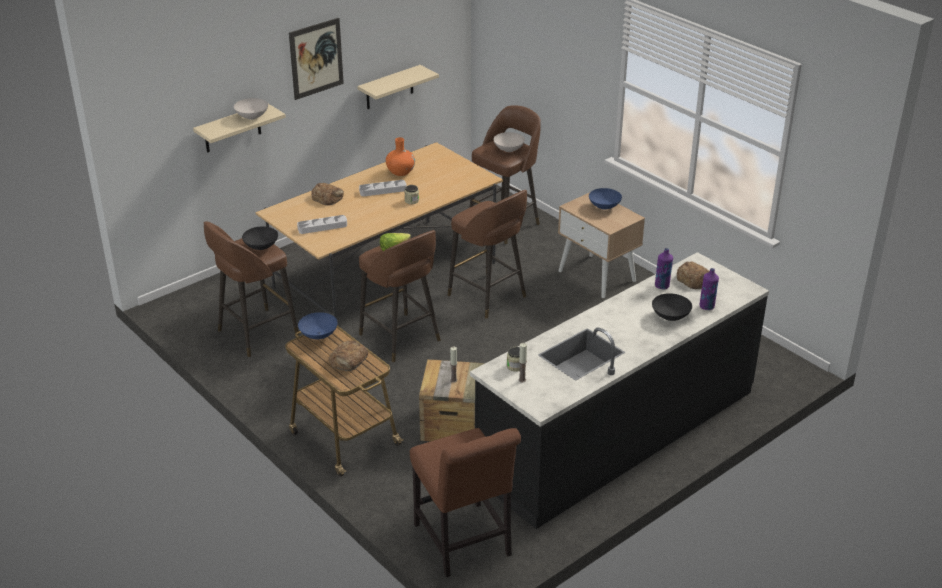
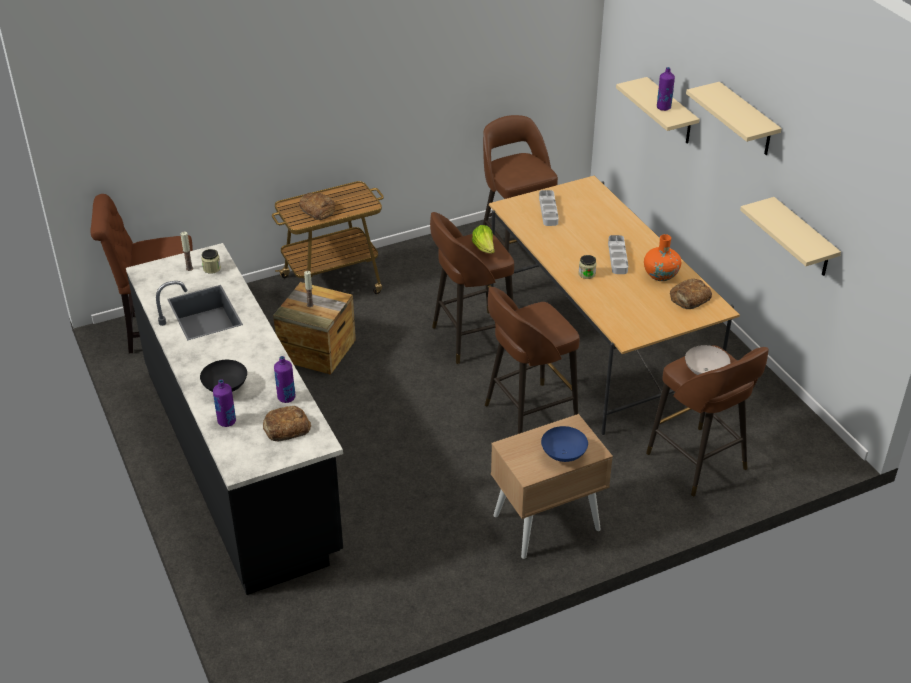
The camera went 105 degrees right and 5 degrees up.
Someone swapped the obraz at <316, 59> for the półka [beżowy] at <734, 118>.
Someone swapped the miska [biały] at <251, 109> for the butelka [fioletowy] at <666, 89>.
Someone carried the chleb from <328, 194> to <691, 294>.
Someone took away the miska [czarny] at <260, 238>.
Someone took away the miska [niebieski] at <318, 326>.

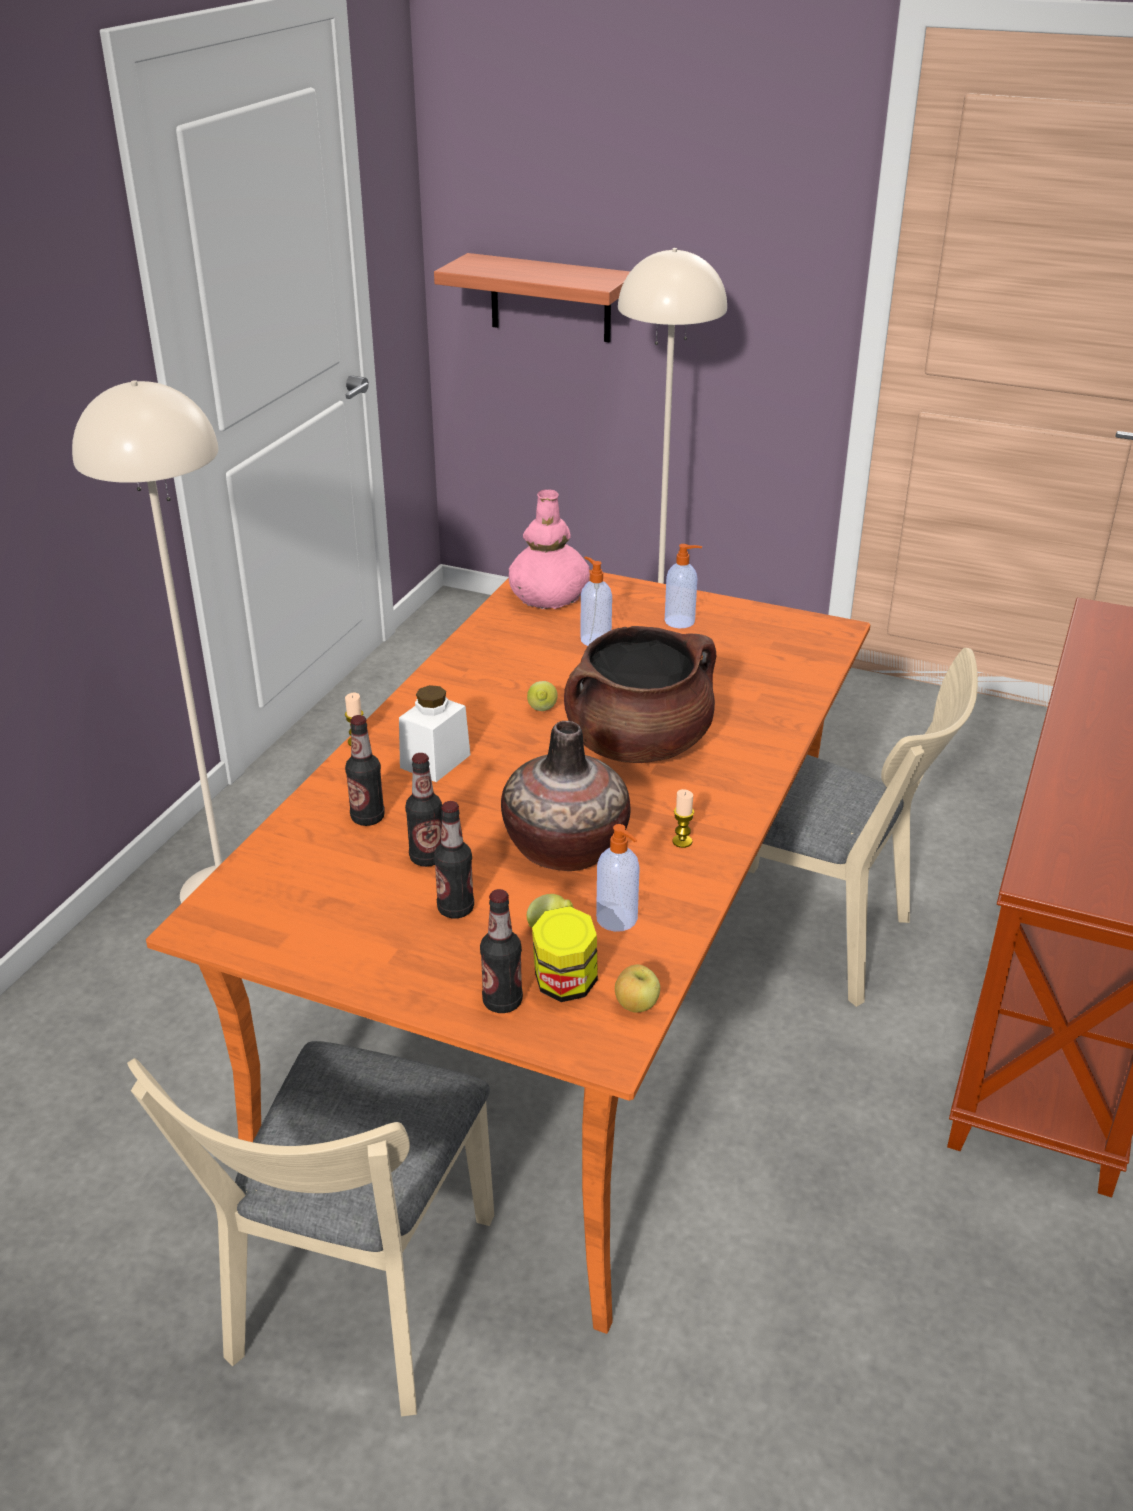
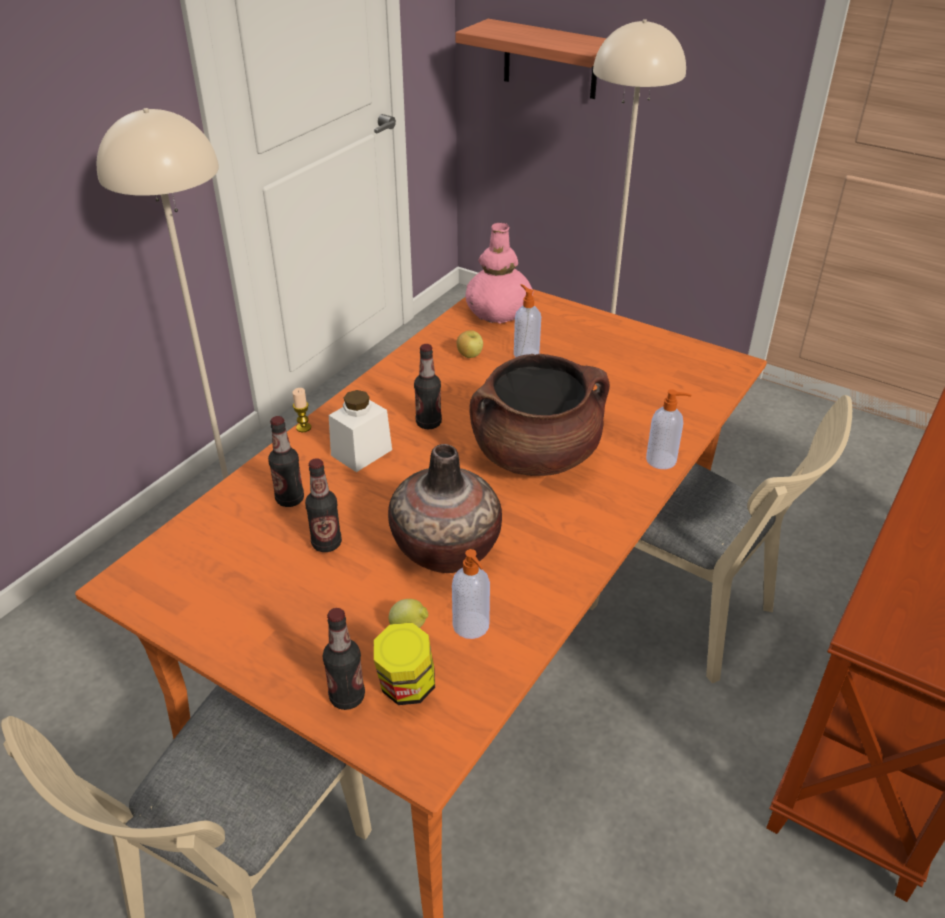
The camera went 10 degrees right and 5 degrees up.
Someone carried the dozownik mydła from <683, 586> to <668, 429>.
Someone took away the cytryna at <542, 696>.
Someone took away the świeca at <683, 818>.
Someone carried the butelka from <454, 860> to <428, 387>.
Someone carried the jabłko from <637, 988> to <470, 344>.

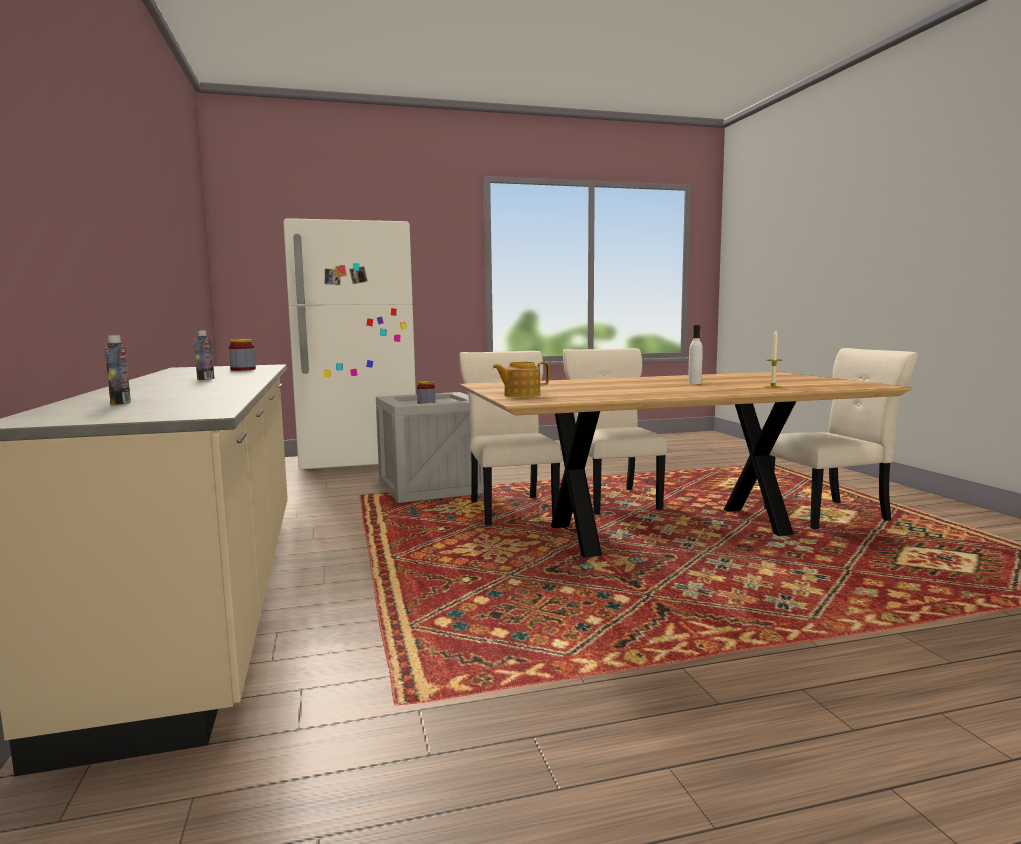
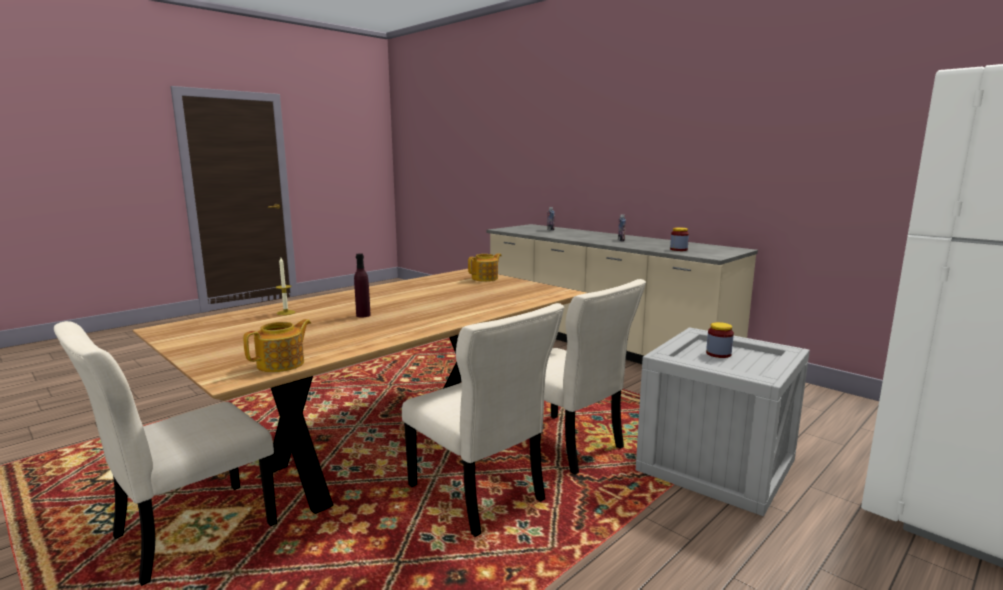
The camera went 150 degrees right and 5 degrees up.
Someone repainted the butelka [biały] at <695, 354>, which became the butelka [fioletowy] at <362, 285>.
Someone put down the imbryk at <277, 345>.

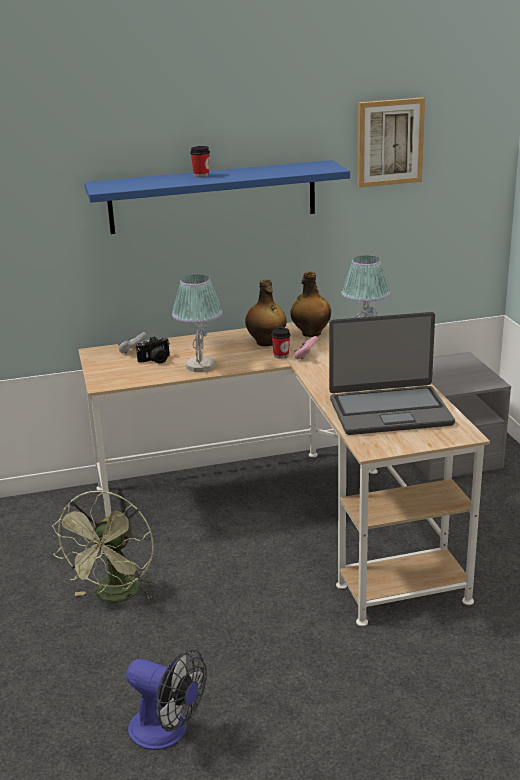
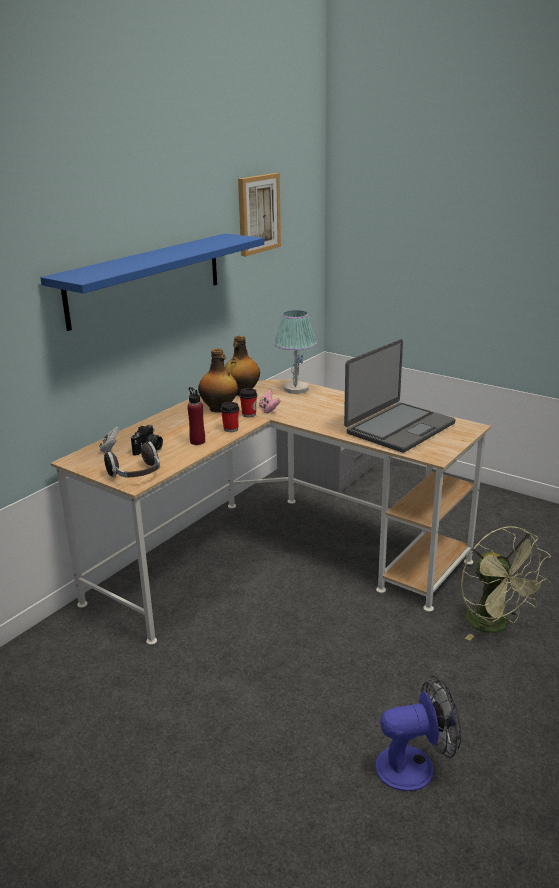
The camera went 40 degrees left and 0 degrees up.
Someone carried the filiżanka from <200, 161> to <230, 417>.
Someone swapped the lampa stołowa at <197, 323> for the butelka [czerwony] at <196, 416>.
Someone carried the wentylator [zielony] from <104, 546> to <506, 583>.
Someone put down the słuchawki at <132, 460>.

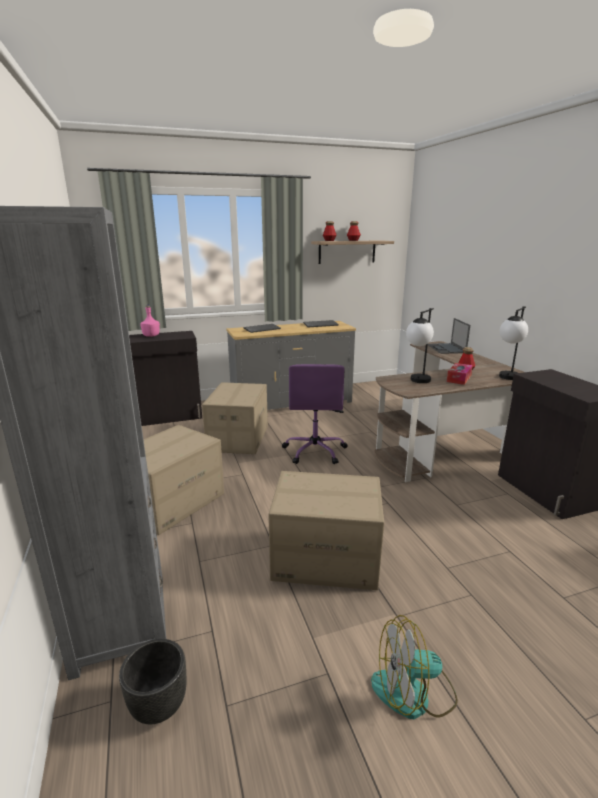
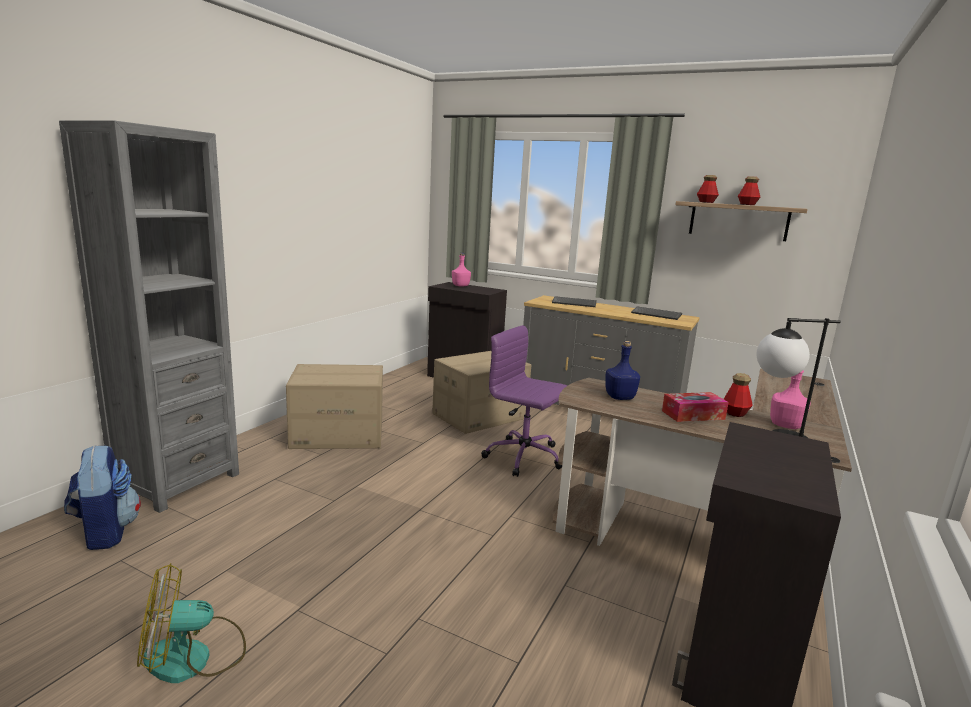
The camera went 45 degrees right and 5 degrees down.
Someone swapped the lampa stołowa at <420, 345> for the butelka [niebieski] at <622, 370>.
Someone took away the laptop at <449, 336>.
Someone rotated the krzesło biurowe [fioletowy] at <315, 414> by 75 degrees clockwise.
Someone took away the karton at <326, 530>.
Someone rotated the wentylator at <414, 667> by 60 degrees counterclockwise.
Someone swapped the donica [czarny] at <152, 682> for the plecak at <102, 497>.
Someone put down the butelka [różowy] at <790, 399>.

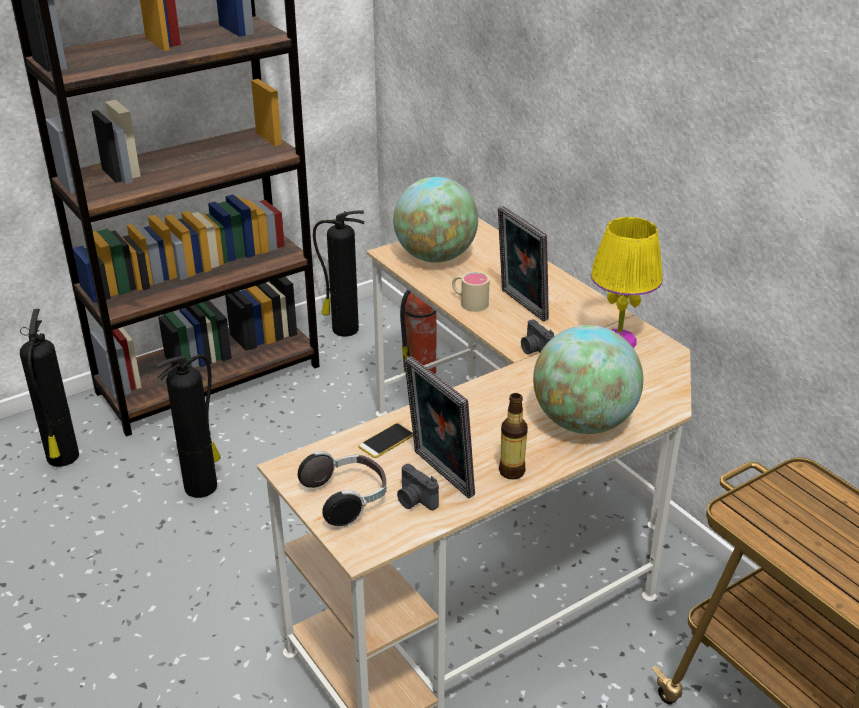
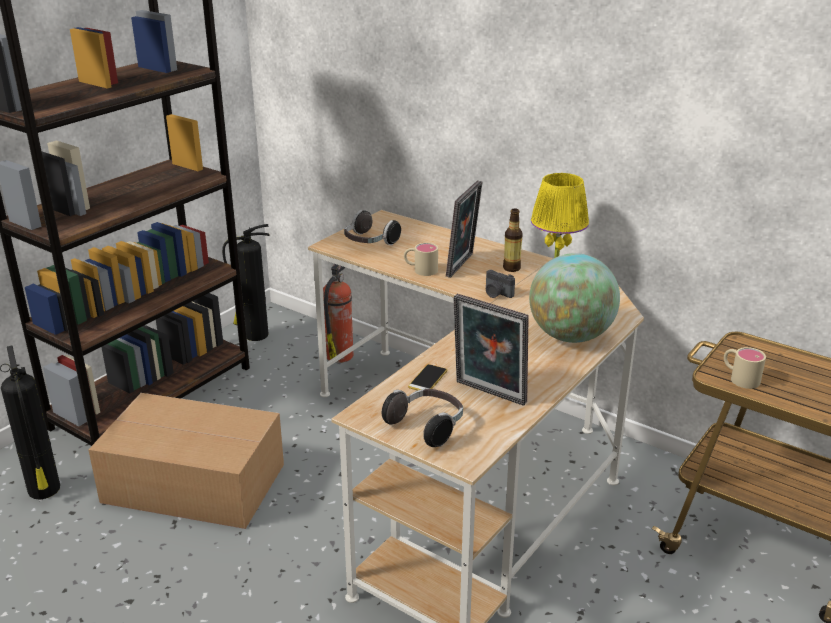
The camera went 20 degrees left and 5 degrees down.
Someone swapped the globus at <435, 220> for the słuchawki at <372, 227>.
Someone rotated the ramka na zdjęcie at <523, 263> by 105 degrees counterclockwise.
Someone swapped the gaśnica at <188, 426> for the karton at <186, 461>.
Someone carried the butelka from <513, 436> to <513, 240>.
Someone took away the aparat fotograficzny at <418, 487>.
Someone put down the kubek [beżowy] at <745, 368>.

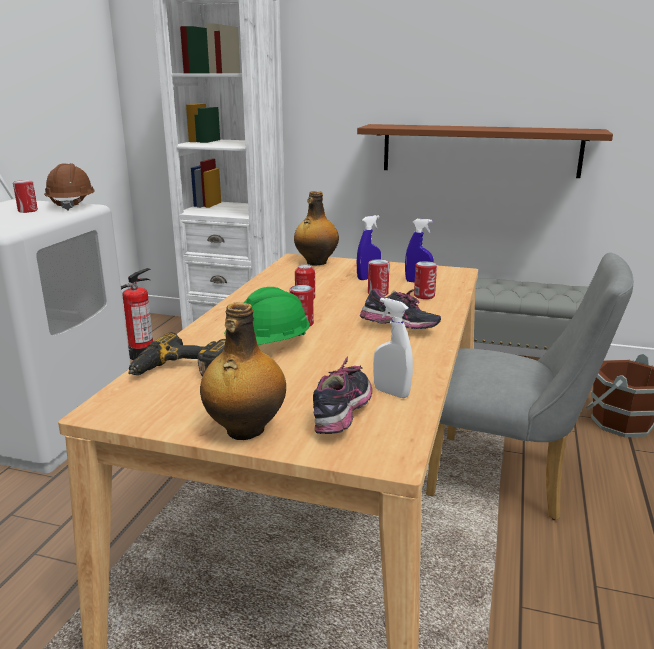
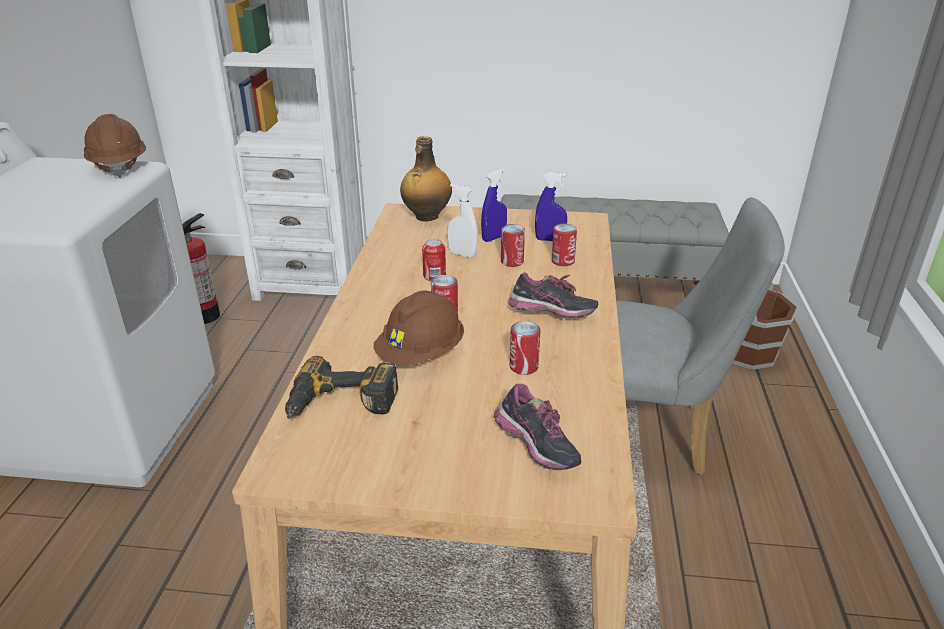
The camera went 10 degrees left and 10 degrees up.
Someone took away the półka [brązowy] at <485, 151>.
Someone carried the puszka from <25, 196> to <525, 348>.
Someone repainted the kask [zielony] at <267, 316>, which became the kask [brązowy] at <419, 328>.
Someone carried the spryskiwacz [biały] from <393, 348> to <462, 220>.
Someone took away the butelka at <243, 371>.
Someone rotated the but at <342, 395> by 135 degrees clockwise.

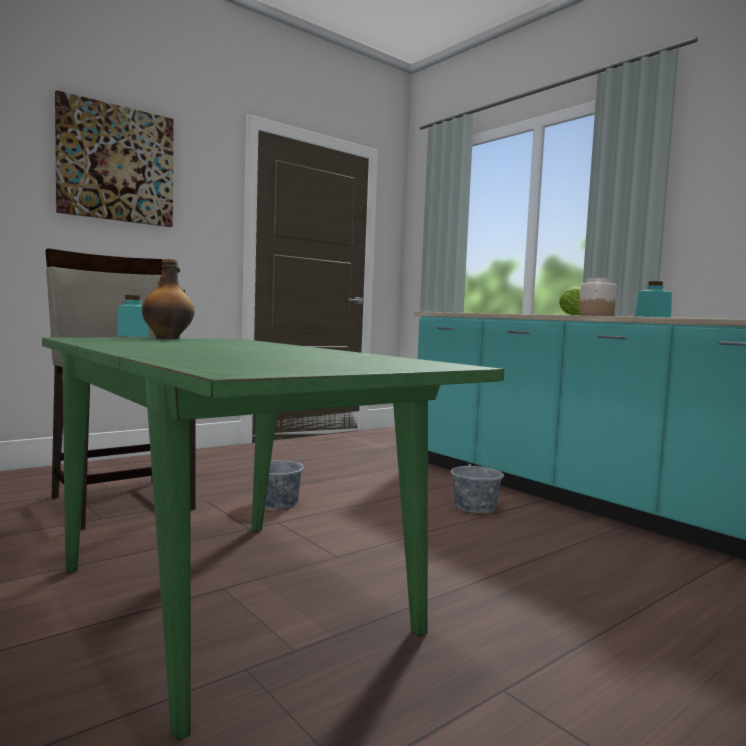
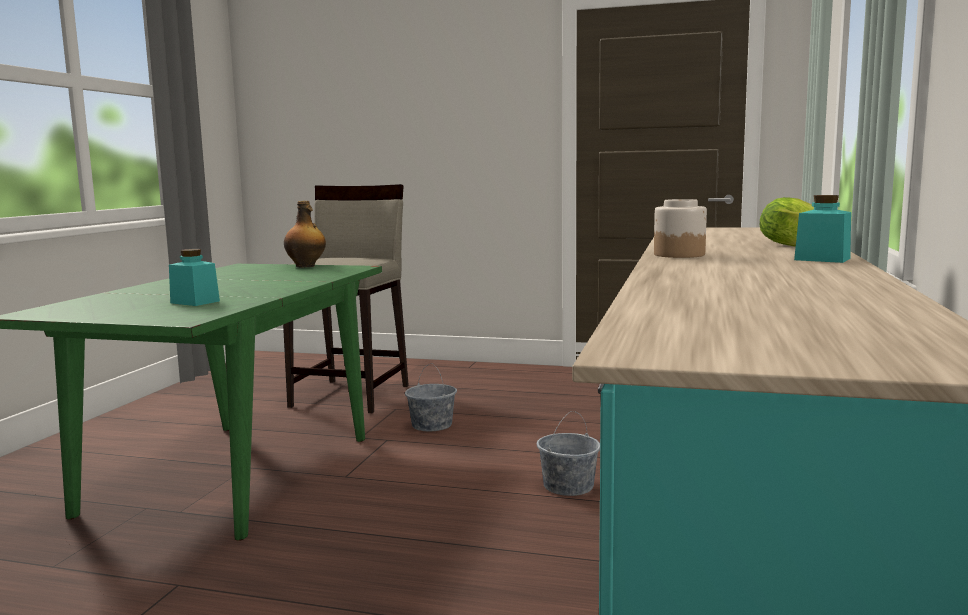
The camera went 55 degrees right and 5 degrees up.
Someone took away the obraz at <114, 158>.
Someone carried the słoik [turkusowy] from <133, 316> to <194, 277>.

